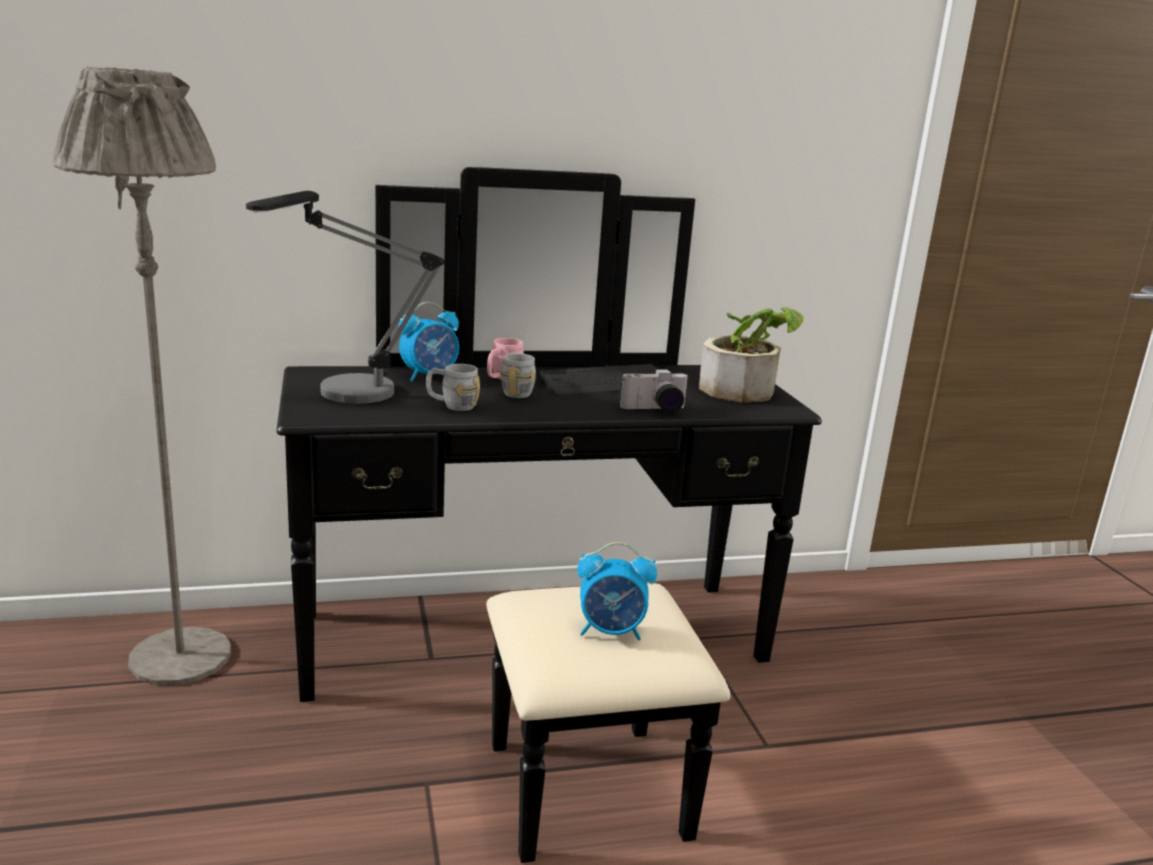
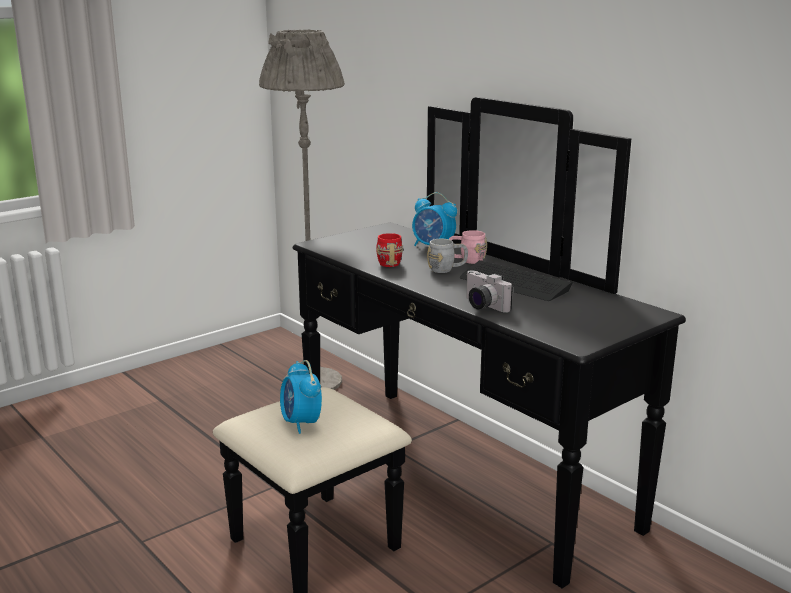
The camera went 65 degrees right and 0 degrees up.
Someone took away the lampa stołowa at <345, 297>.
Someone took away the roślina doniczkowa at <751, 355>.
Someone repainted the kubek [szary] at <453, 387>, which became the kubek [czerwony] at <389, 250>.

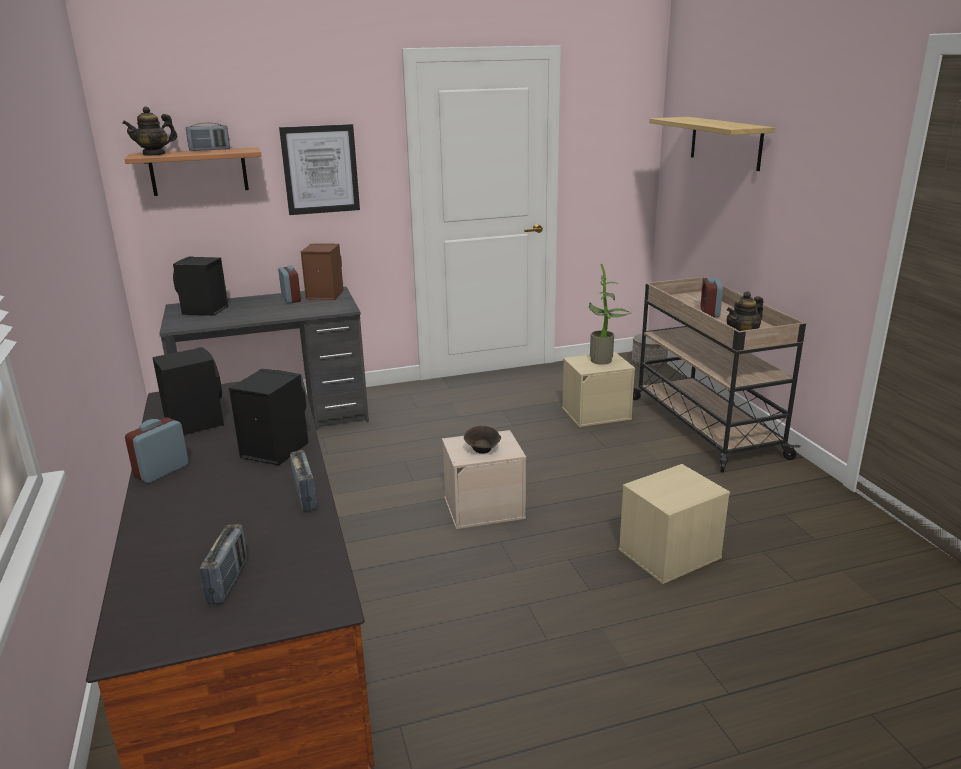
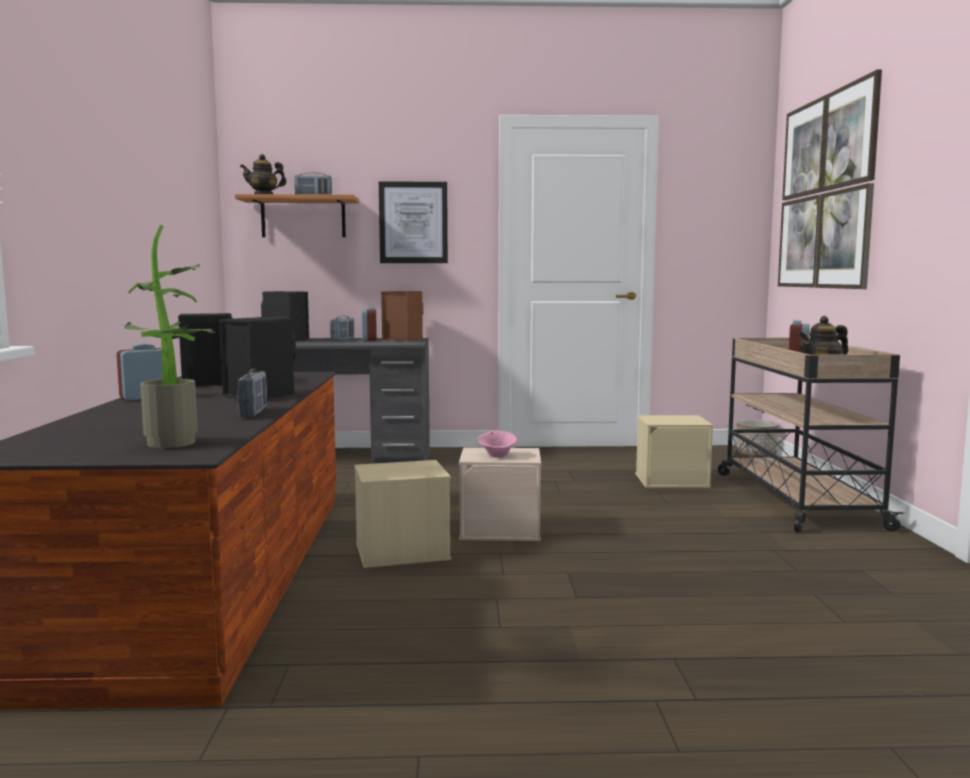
The camera went 15 degrees right and 15 degrees down.
Someone swapped the półka at <712, 144> for the obraz at <830, 179>.
Someone carried the roślina doniczkowa from <610, 314> to <170, 336>.
Someone repainted the miska [brązowy] at <482, 440>, which became the miska [różowy] at <497, 444>.
Someone carried the pojemnik do przechowywania [beżowy] from <674, 524> to <402, 514>.
Someone carried the radio from <223, 564> to <342, 328>.

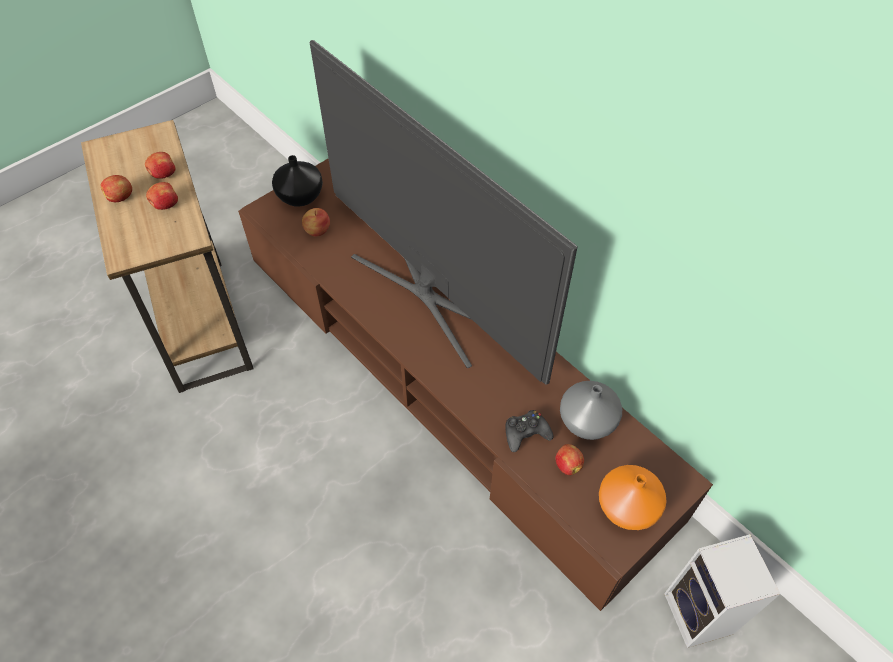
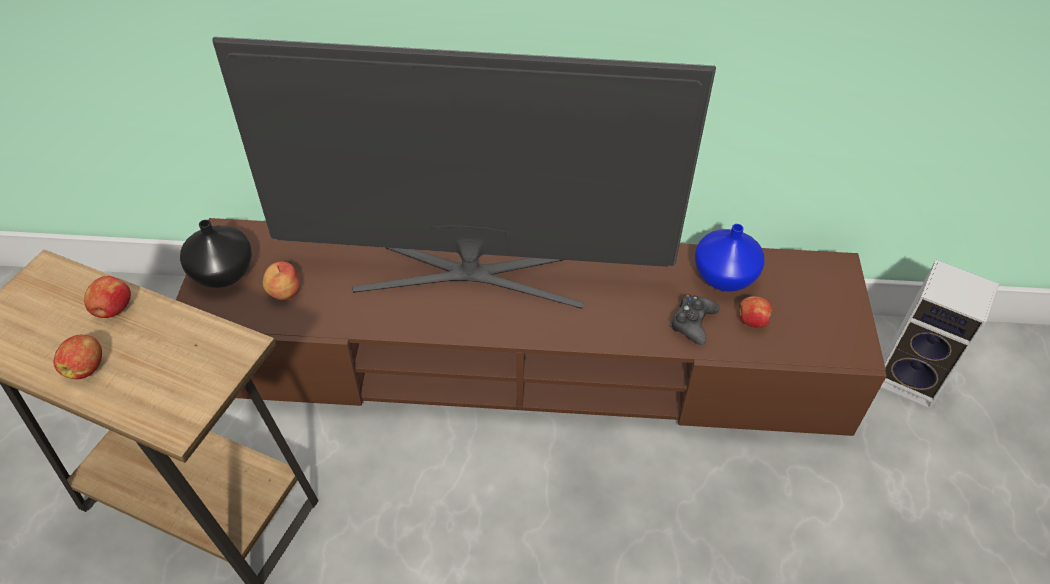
The camera went 45 degrees left and 5 degrees down.
Someone took away the jabłko at <162, 196>.
Someone repainted the wazon [szary] at <591, 410>, which became the wazon [niebieski] at <730, 258>.
Someone took away the wazon [pomarańczowy] at <633, 497>.

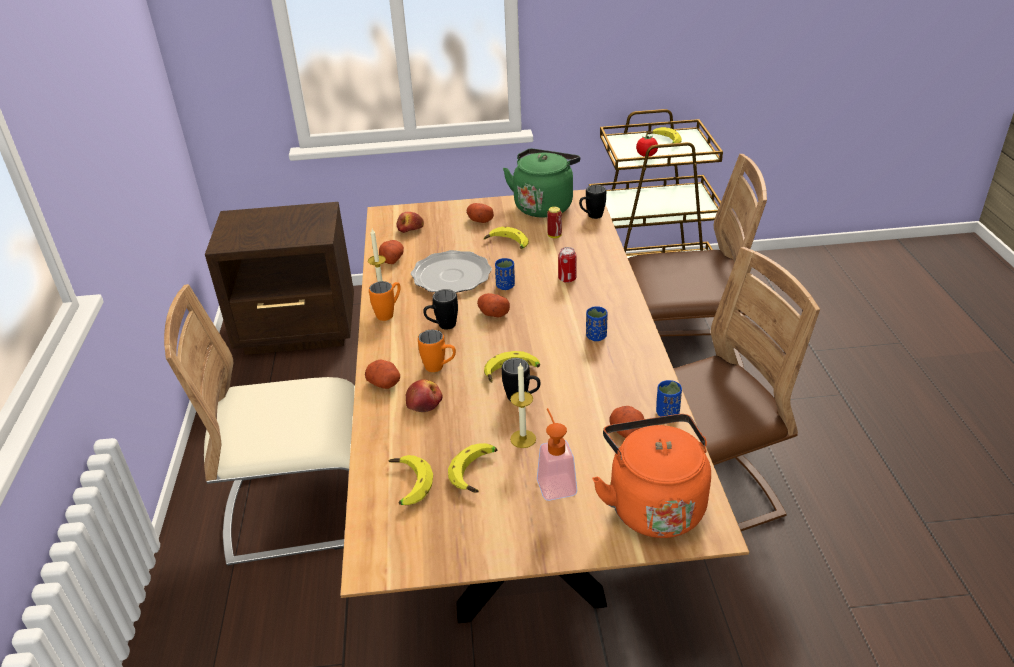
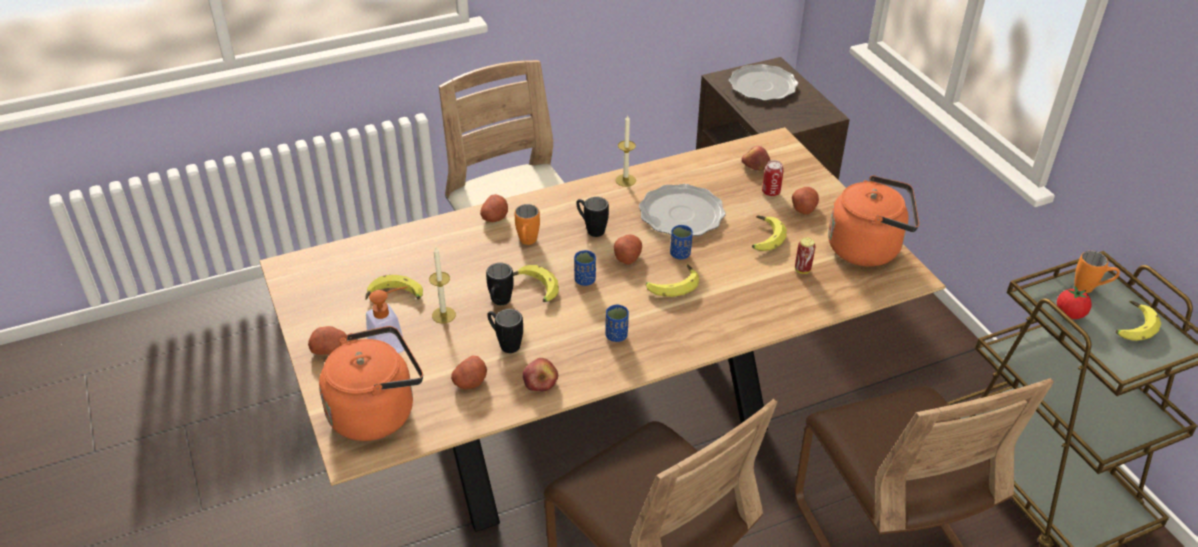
The camera went 70 degrees right and 5 degrees up.
Someone repainted the czajnik [zielony] at <541, 183>, which became the czajnik [pomarańczowy] at <873, 221>.
Someone carried the kubek [czarny] from <592, 202> to <505, 331>.
Someone carried the ziemniak from <391, 252> to <327, 340>.
Someone carried the puszka from <567, 265> to <773, 178>.
Someone carried the kubek [pomarańczowy] from <384, 301> to <1097, 272>.
Someone carried the jabłko from <424, 395> to <540, 375>.
Someone carried the filiżanka [niebieski] from <669, 398> to <585, 268>.
Someone carried the banan from <410, 480> to <672, 280>.
Someone put down the talerz at <763, 82>.

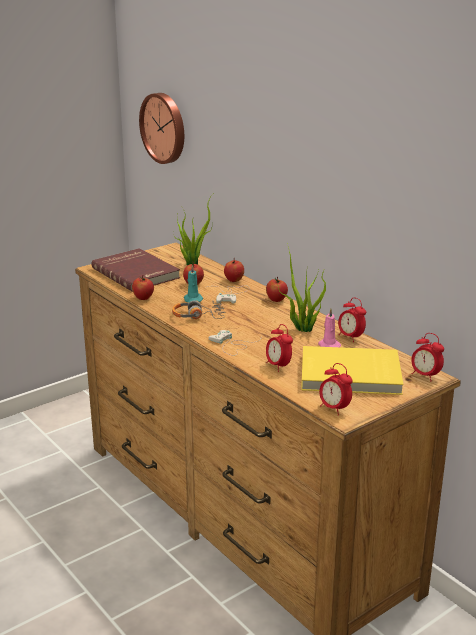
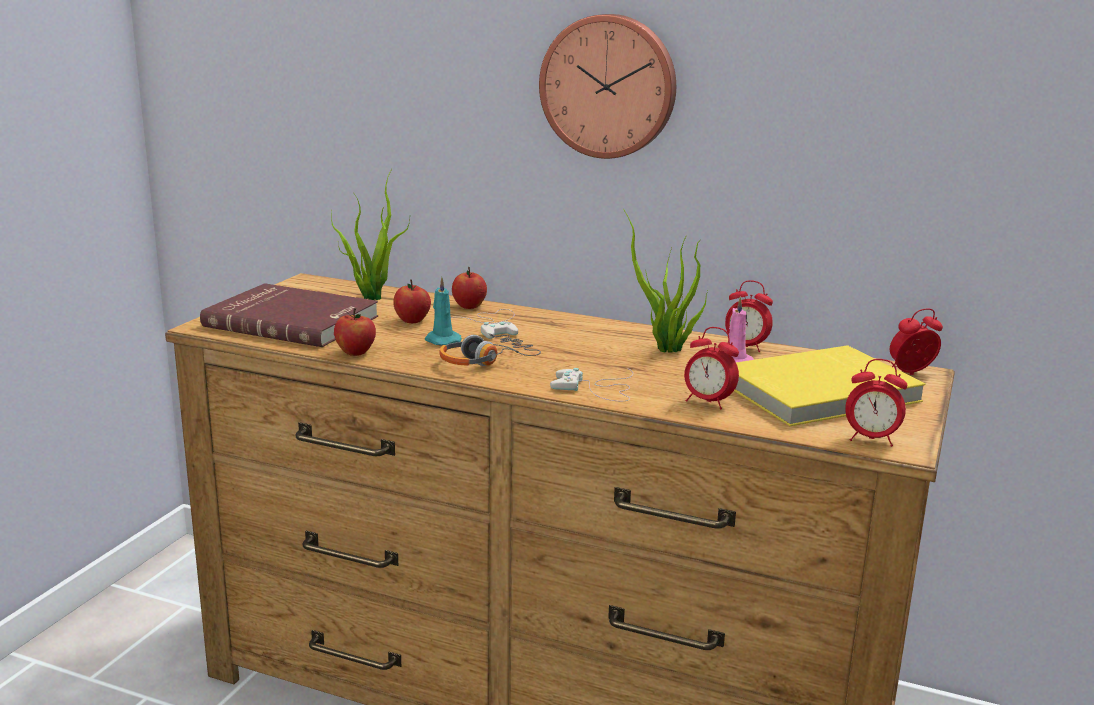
The camera went 30 degrees left and 5 degrees down.
Someone carried the zegar ścienny from <161, 128> to <607, 86>.
Someone took away the jabłko at <277, 289>.
Someone rotated the budzik at <427, 356> by 150 degrees clockwise.

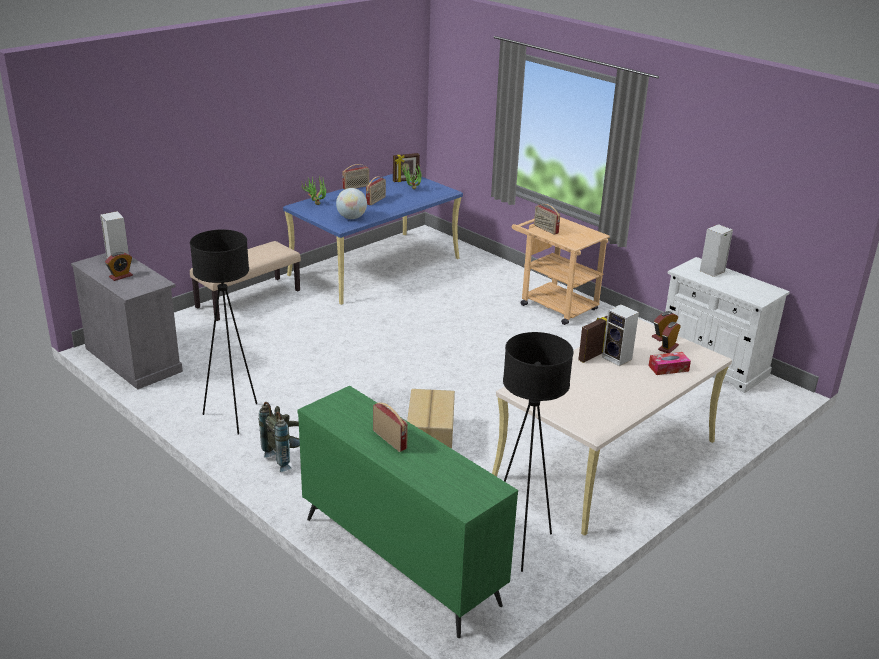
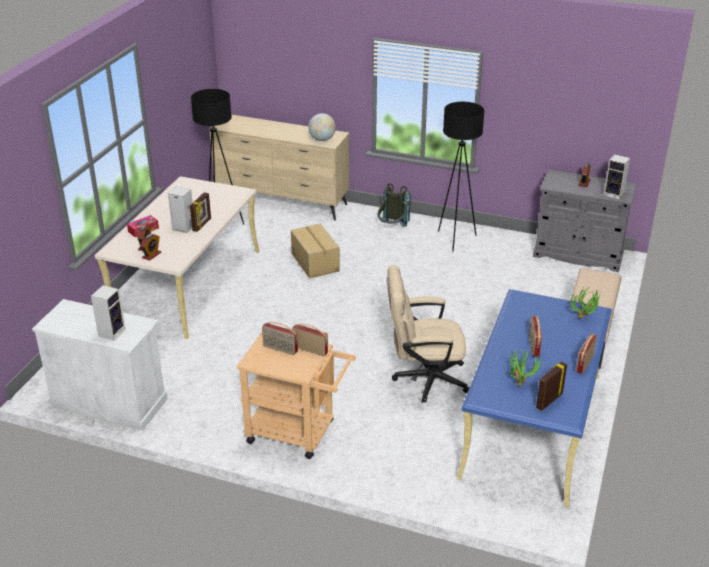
The camera went 155 degrees right and 5 degrees up.
Someone carried the globus from <351, 203> to <322, 127>.
Someone repainted the komoda [zielony] at <407, 512>, which became the komoda [beżowy] at <279, 168>.
Someone carried the radio from <390, 427> to <280, 338>.
Someone put down the krzesło biurowe [beżowy] at <428, 333>.

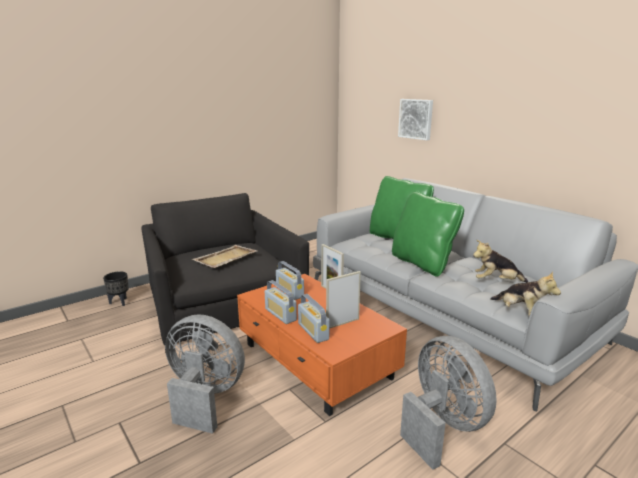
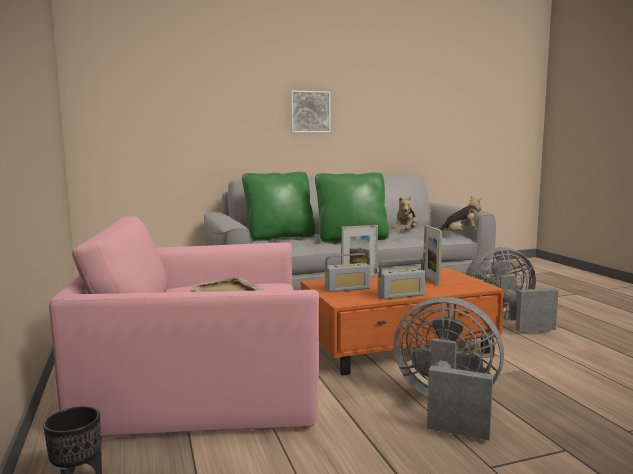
The camera went 70 degrees left and 10 degrees down.
Someone carried the obraz from <415, 119> to <310, 112>.
Someone repainted the fotel [czarny] at <225, 269>, which became the fotel [różowy] at <184, 326>.
Someone took away the radio at <314, 318>.
Someone rotated the wentylator [szary] at <205, 374> by 75 degrees clockwise.

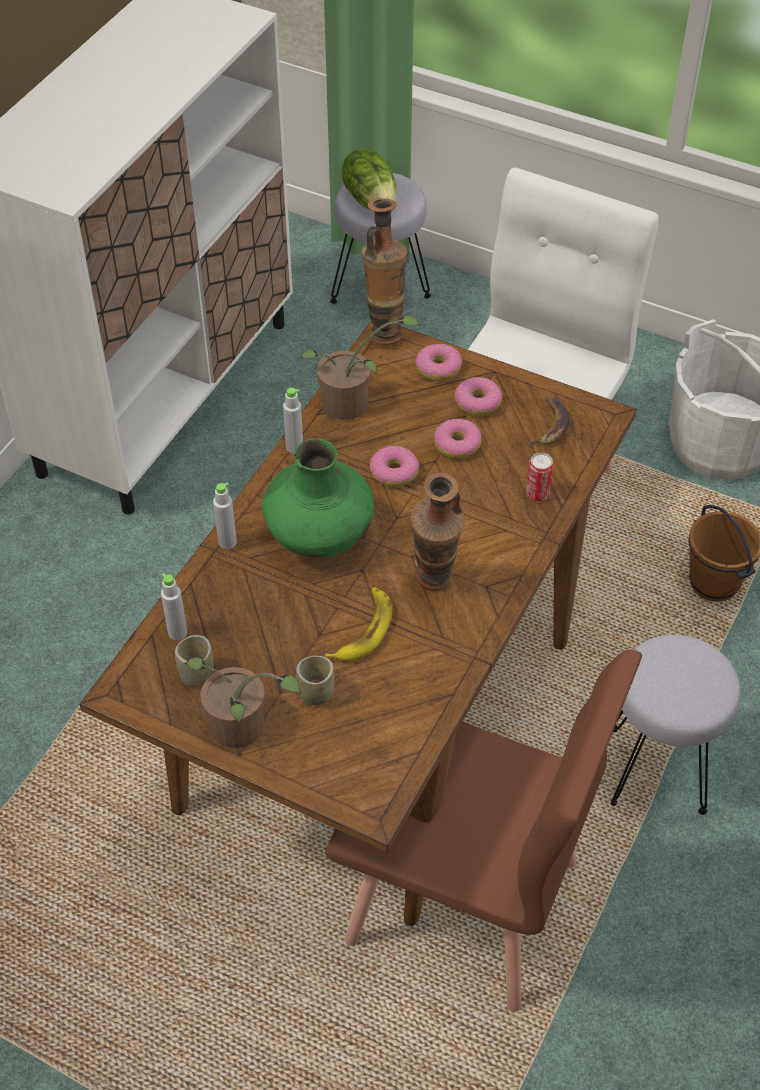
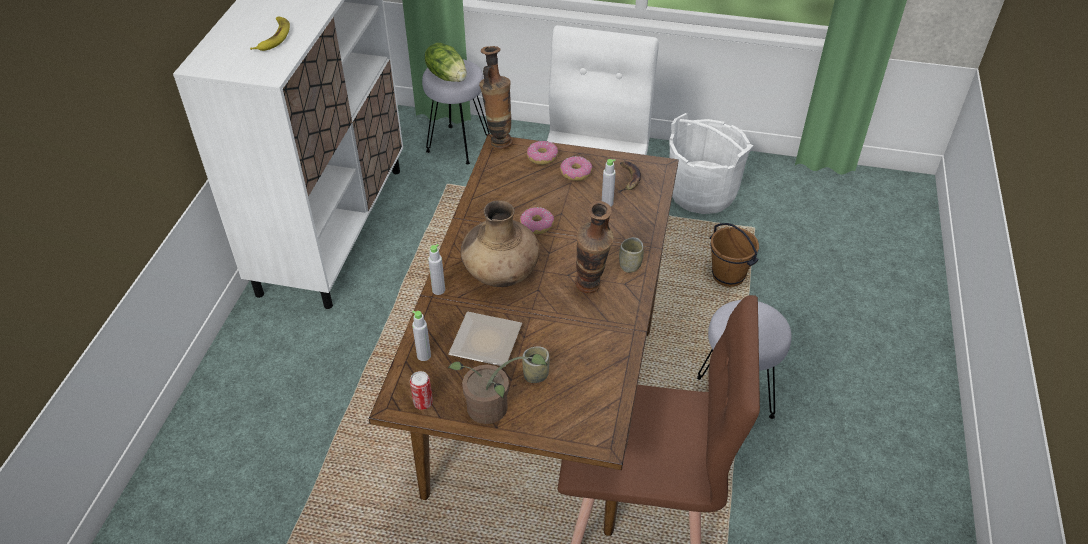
The camera went 15 degrees left and 5 degrees down.
Someone took away the roślina doniczkowa at <360, 367>.
Someone carried the butelka [szary] from <293, 421> to <609, 183>.
Someone took away the donut at <457, 439>.
Someone repainted the wazon [zielony] at <318, 498>, which became the wazon [brązowy] at <500, 243>.
Someone carried the puszka from <540, 477> to <421, 390>.
Someone carried the banan from <358, 624> to <270, 34>.
Someone carried the filiżanka from <194, 661> to <631, 255>.
Someone put down the talerz at <485, 339>.

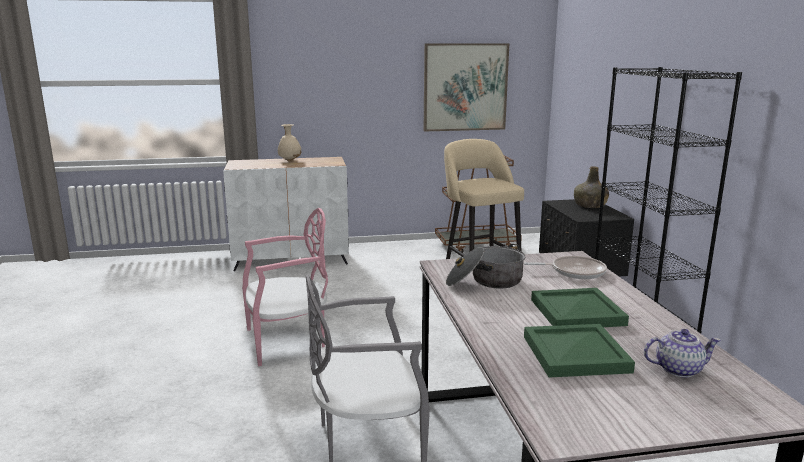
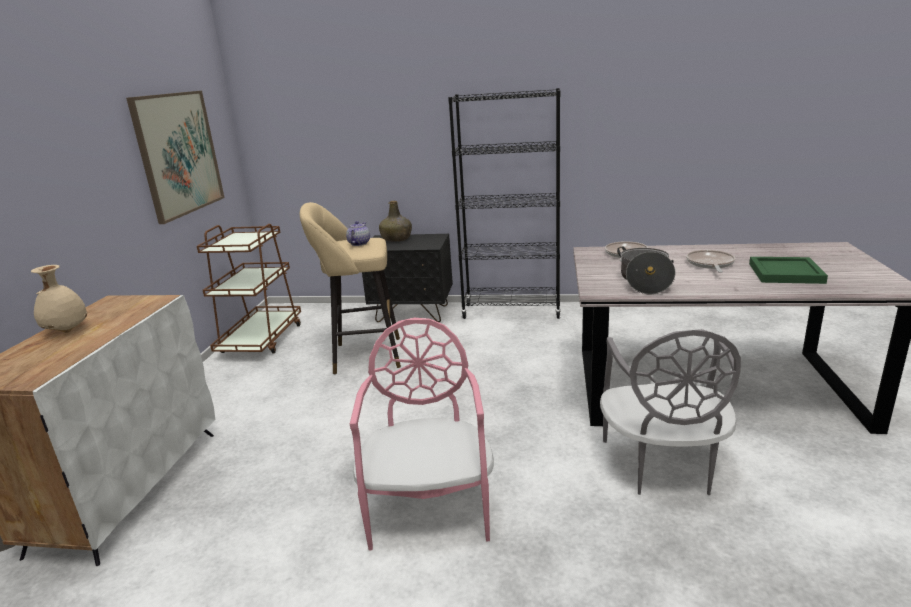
The camera went 70 degrees left and 5 degrees up.
Someone swapped the taca [zielony] at <580, 307> for the patelnia at <710, 261>.
Someone carried the imbryk from <682, 353> to <358, 233>.

